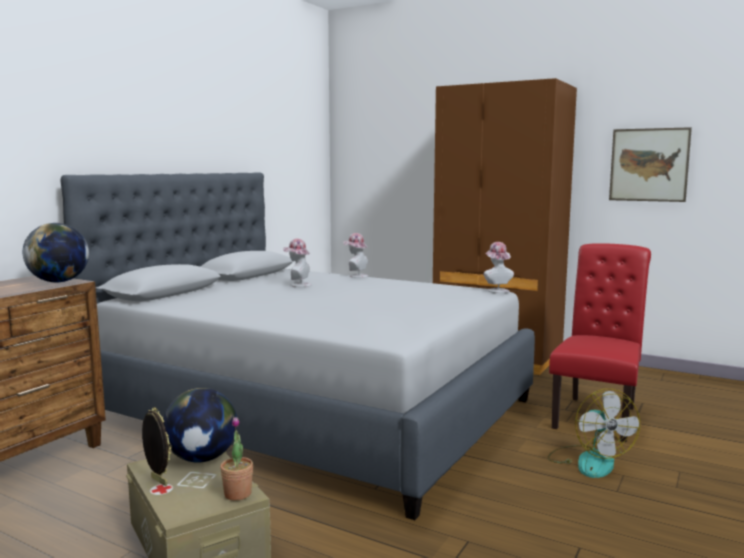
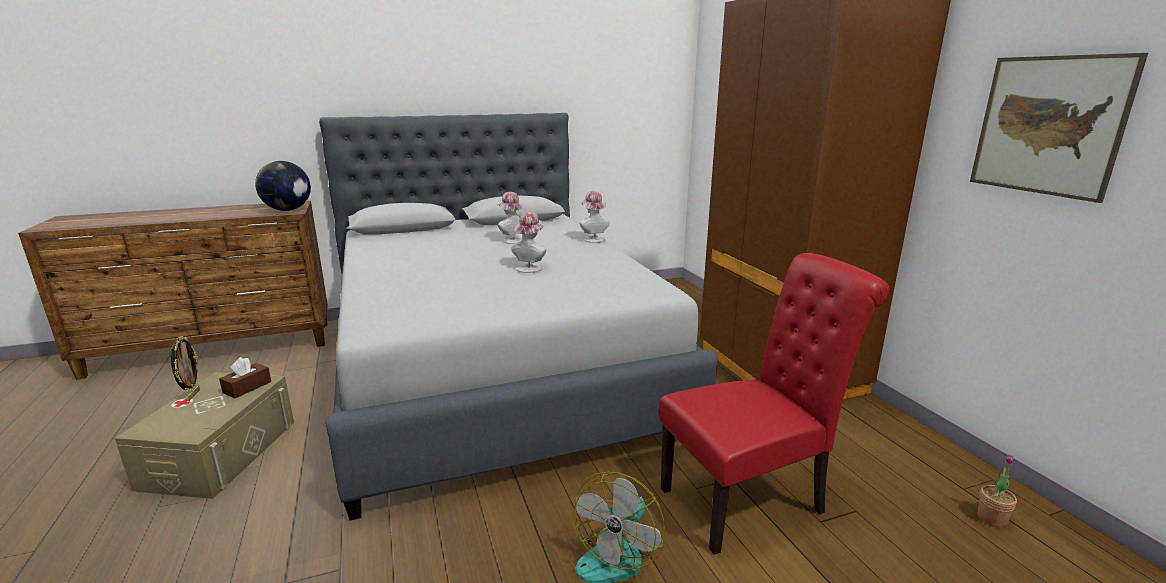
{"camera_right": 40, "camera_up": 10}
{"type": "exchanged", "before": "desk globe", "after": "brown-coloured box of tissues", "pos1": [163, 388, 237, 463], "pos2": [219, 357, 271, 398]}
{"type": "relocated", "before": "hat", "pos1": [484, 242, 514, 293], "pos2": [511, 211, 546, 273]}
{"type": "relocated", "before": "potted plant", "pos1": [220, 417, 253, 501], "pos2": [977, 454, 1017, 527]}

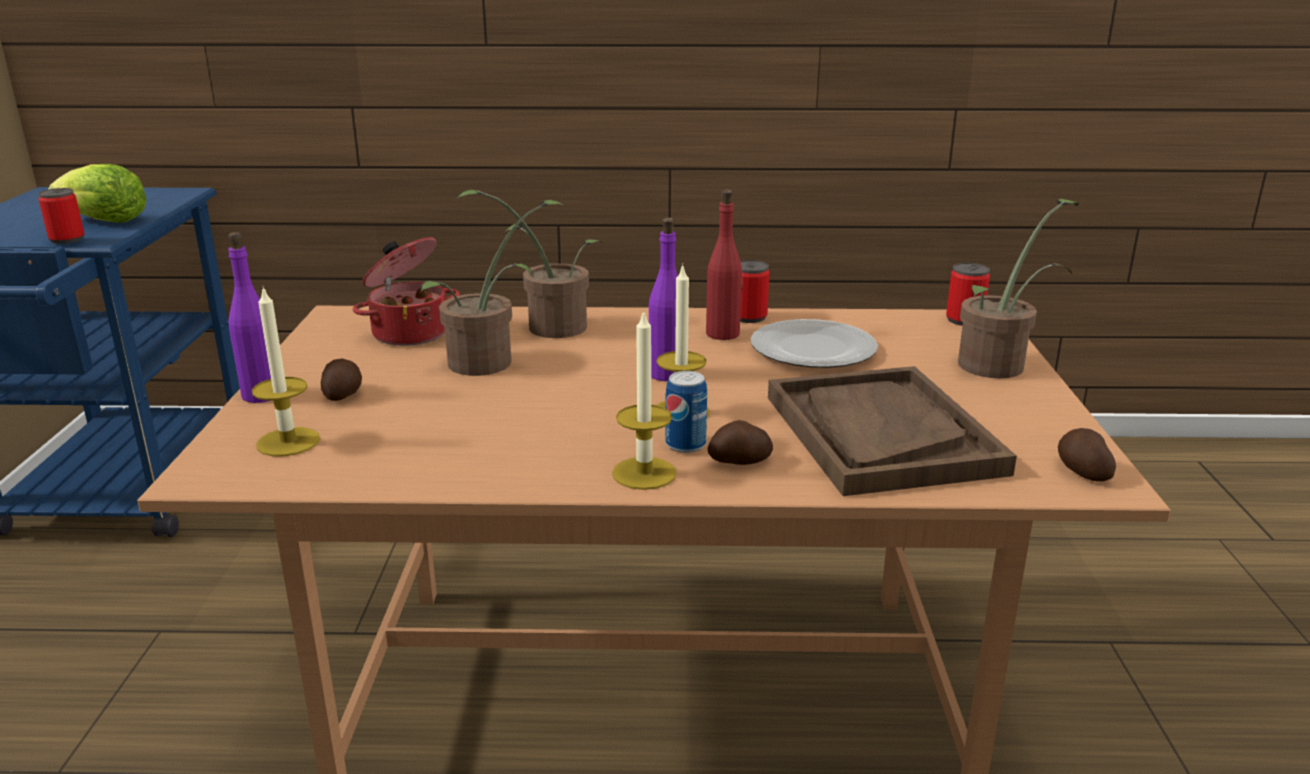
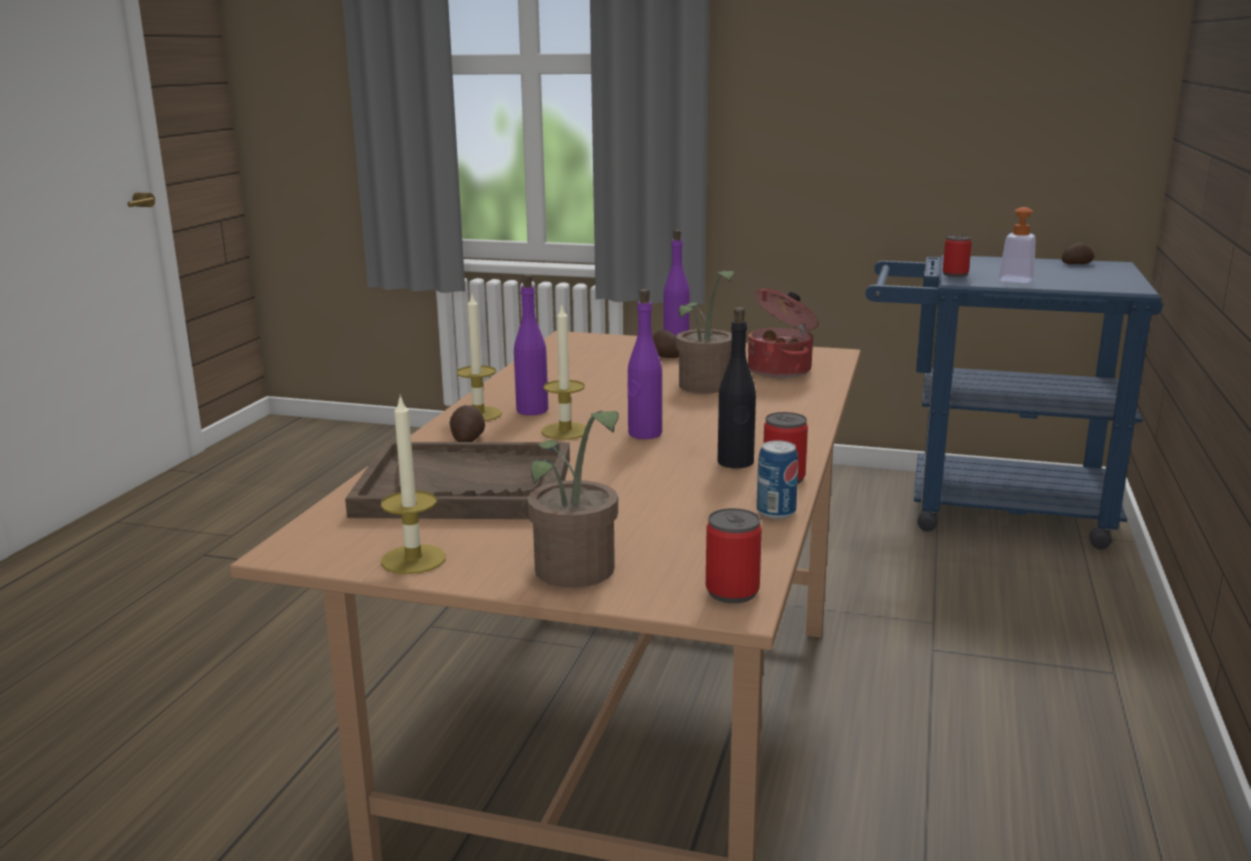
{"camera_right": 105, "camera_up": -5}
{"type": "relocated", "before": "candle", "pos1": [252, 287, 320, 456], "pos2": [381, 394, 446, 574]}
{"type": "appeared", "after": "purple-coloured drink bottle", "pos2": [514, 274, 548, 415]}
{"type": "colour", "before": "reddish drink bottle", "after": "blackish drink bottle", "pos1": [706, 190, 743, 340], "pos2": [718, 307, 756, 468]}
{"type": "relocated", "before": "sealed can", "pos1": [665, 371, 708, 453], "pos2": [757, 440, 798, 519]}
{"type": "exchanged", "before": "lettuce", "after": "soap bottle", "pos1": [48, 164, 147, 223], "pos2": [998, 207, 1036, 284]}
{"type": "relocated", "before": "potato", "pos1": [1058, 428, 1116, 482], "pos2": [1062, 242, 1094, 264]}
{"type": "missing", "before": "potted plant", "pos1": [455, 190, 603, 338]}
{"type": "missing", "before": "dinner plate", "pos1": [751, 319, 878, 368]}

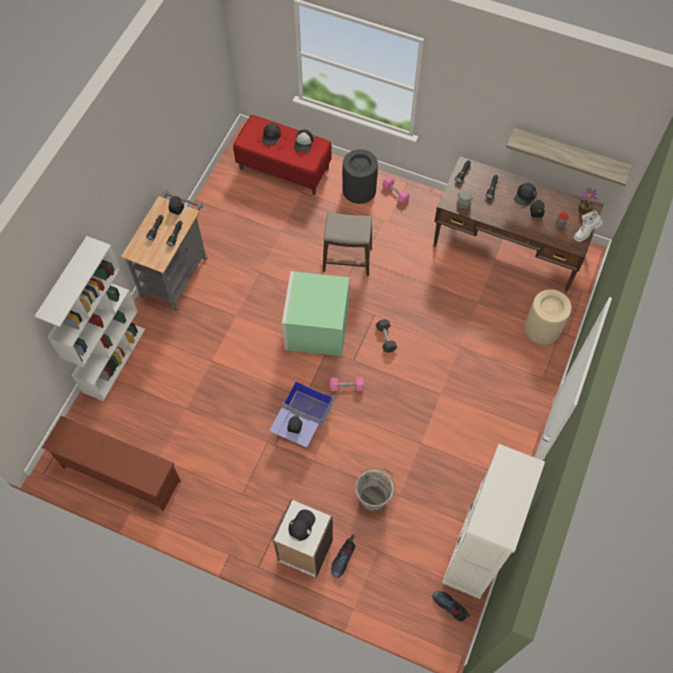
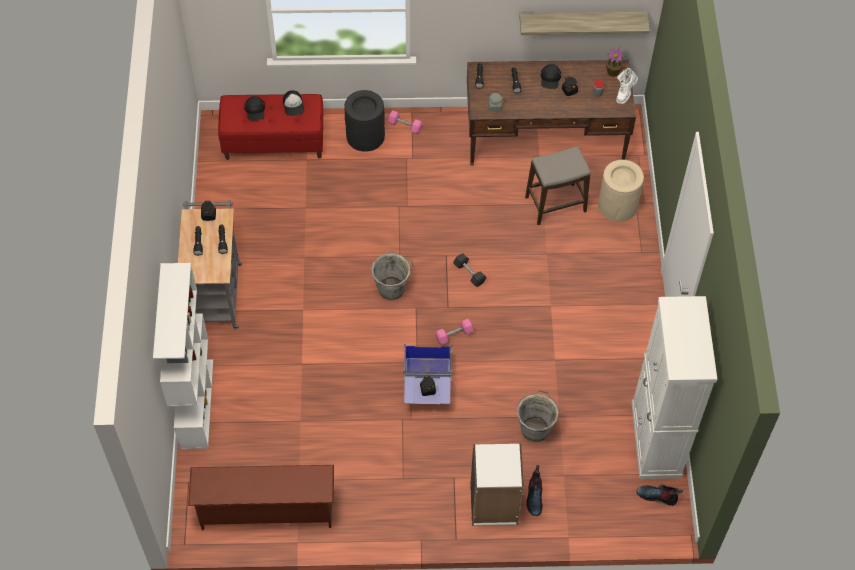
{"camera_right": -25, "camera_up": -5}
{"type": "exchanged", "before": "green storage box", "after": "grey bucket", "pos1": [282, 271, 349, 356], "pos2": [371, 252, 415, 300]}
{"type": "relocated", "before": "stool seat", "pos1": [323, 212, 372, 276], "pos2": [525, 146, 590, 225]}
{"type": "missing", "before": "blackish baseball cap", "pos1": [289, 509, 315, 541]}

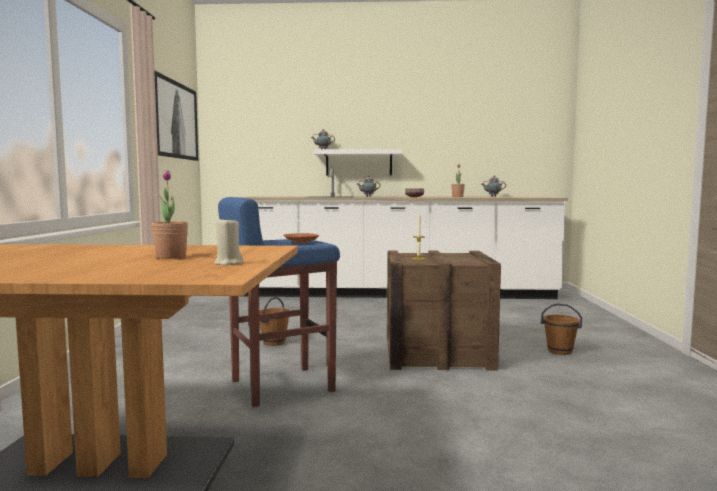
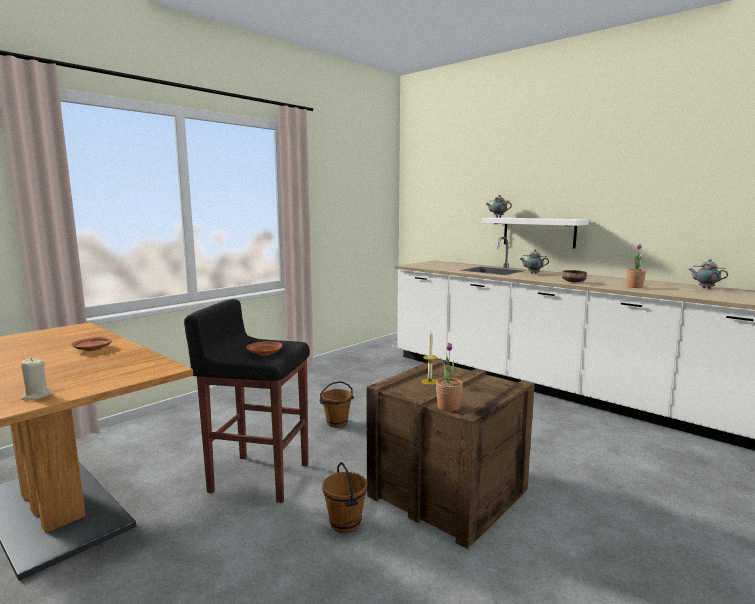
{"camera_right": 40, "camera_up": 5}
{"type": "appeared", "after": "brown-coloured dinner plate", "pos2": [71, 337, 112, 351]}
{"type": "colour", "before": "blue-coloured stool seat", "after": "blackish stool seat", "pos1": [218, 197, 340, 407], "pos2": [184, 299, 310, 503]}
{"type": "relocated", "before": "brown-coloured bucket", "pos1": [541, 304, 582, 355], "pos2": [322, 462, 367, 533]}
{"type": "relocated", "before": "potted plant", "pos1": [152, 170, 188, 259], "pos2": [436, 342, 463, 412]}
{"type": "missing", "before": "wall picture", "pos1": [154, 70, 198, 161]}

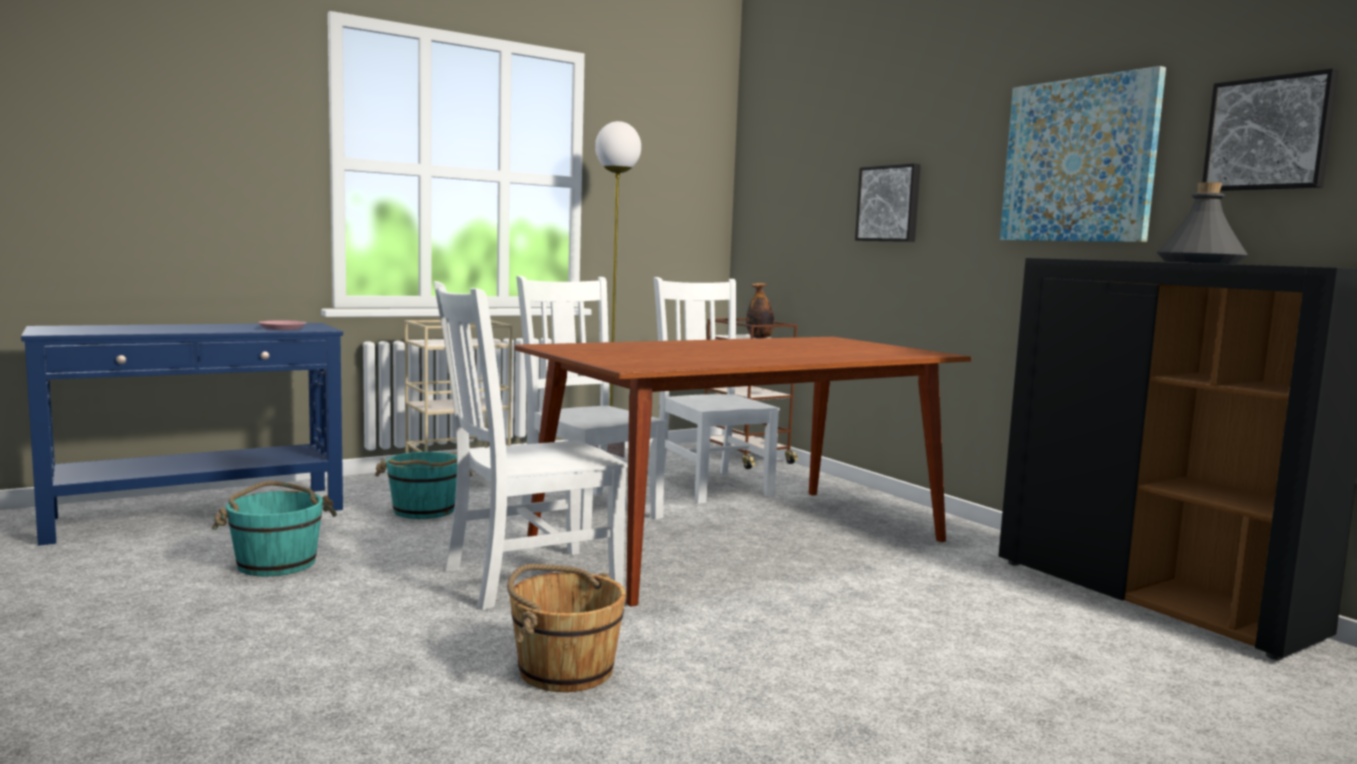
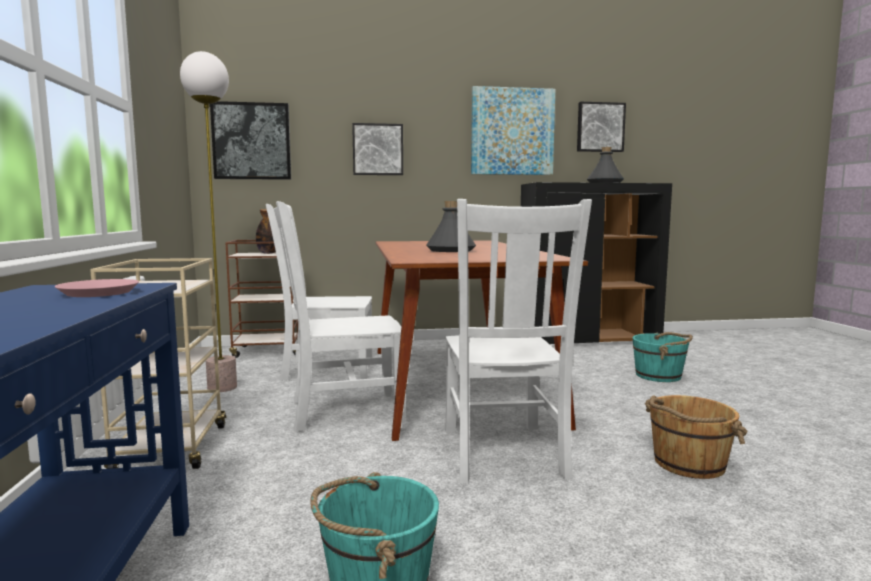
{"camera_right": -65, "camera_up": 0}
{"type": "appeared", "after": "wall picture", "pos2": [210, 101, 291, 180]}
{"type": "appeared", "after": "grey drink bottle", "pos2": [426, 201, 476, 252]}
{"type": "relocated", "before": "blue-green bucket", "pos1": [375, 452, 472, 519], "pos2": [632, 332, 693, 382]}

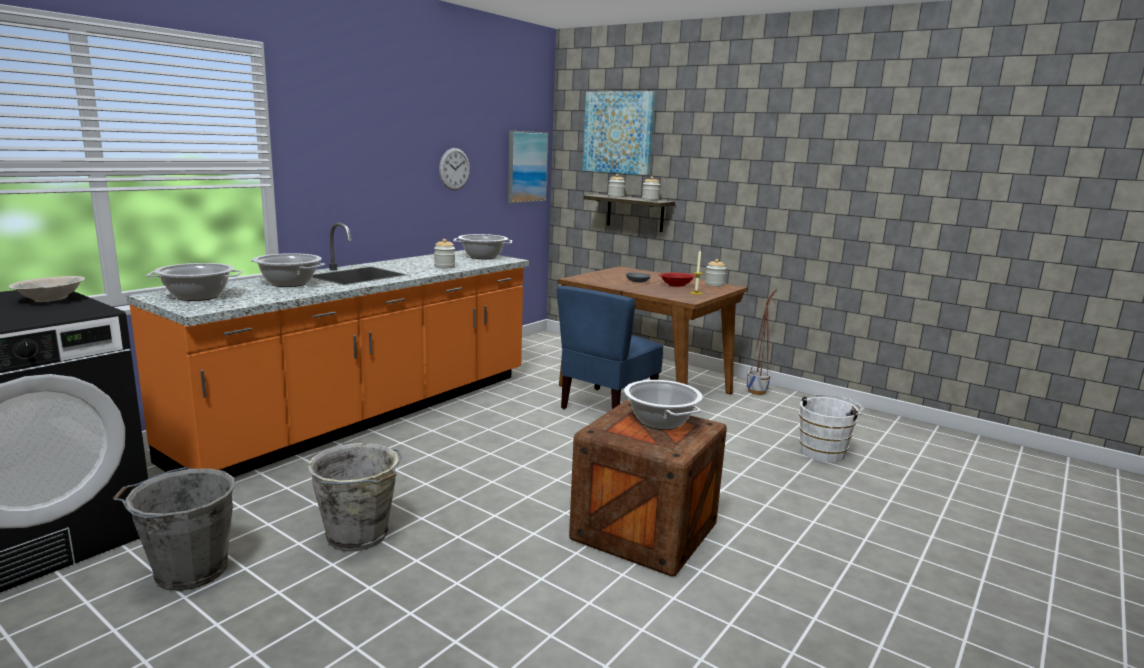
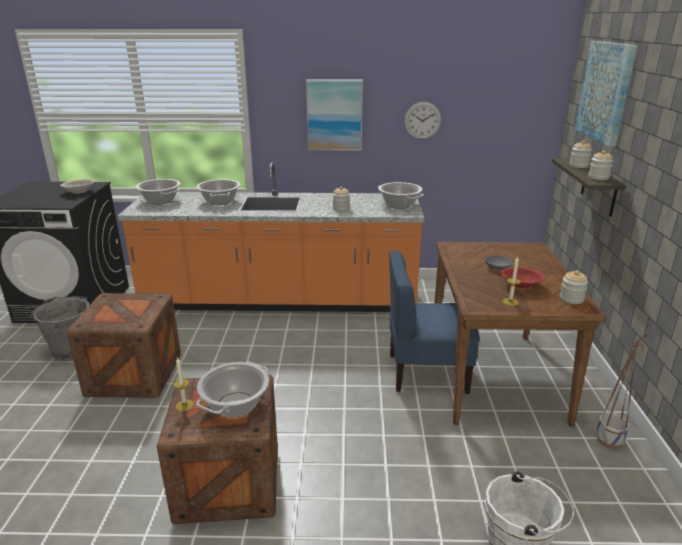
{"camera_right": 55, "camera_up": 10}
{"type": "exchanged", "before": "grey bucket", "after": "packing crate", "pos1": [307, 443, 402, 552], "pos2": [67, 293, 181, 398]}
{"type": "appeared", "after": "candle", "pos2": [174, 357, 194, 411]}
{"type": "relocated", "before": "wall picture", "pos1": [508, 131, 549, 203], "pos2": [306, 79, 363, 151]}

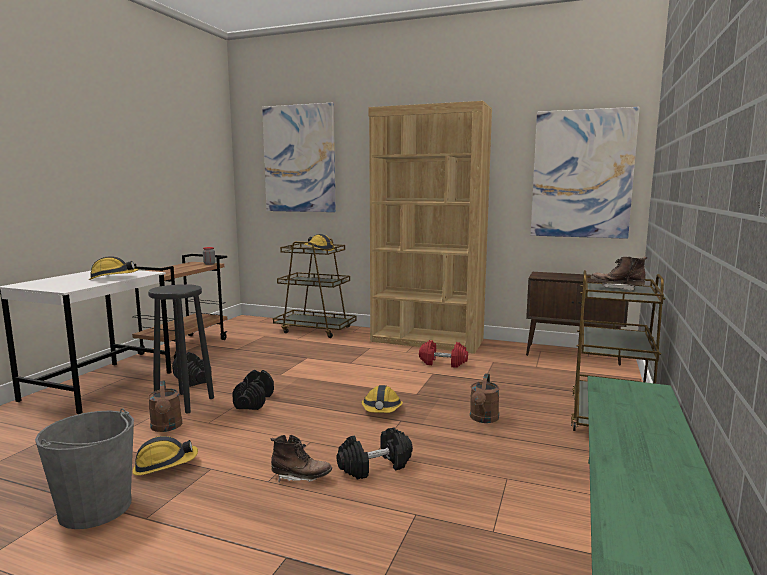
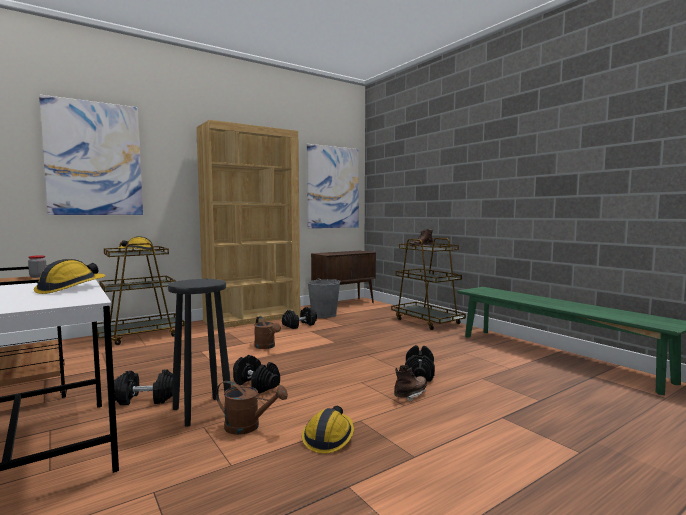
{"camera_right": -55, "camera_up": -5}
{"type": "relocated", "before": "brown-coloured watering pot", "pos1": [470, 373, 500, 423], "pos2": [254, 316, 281, 349]}
{"type": "colour", "before": "reddish free weight", "after": "blackish free weight", "pos1": [419, 340, 468, 368], "pos2": [282, 307, 317, 329]}
{"type": "relocated", "before": "grey bucket", "pos1": [35, 408, 134, 529], "pos2": [308, 278, 340, 318]}
{"type": "missing", "before": "work helmet", "pos1": [361, 385, 403, 413]}

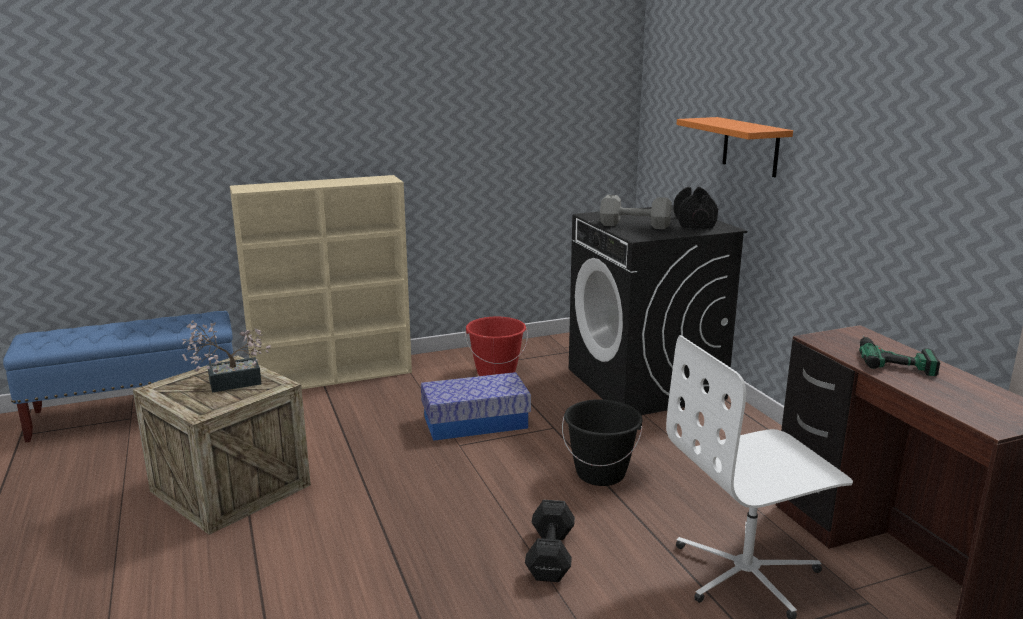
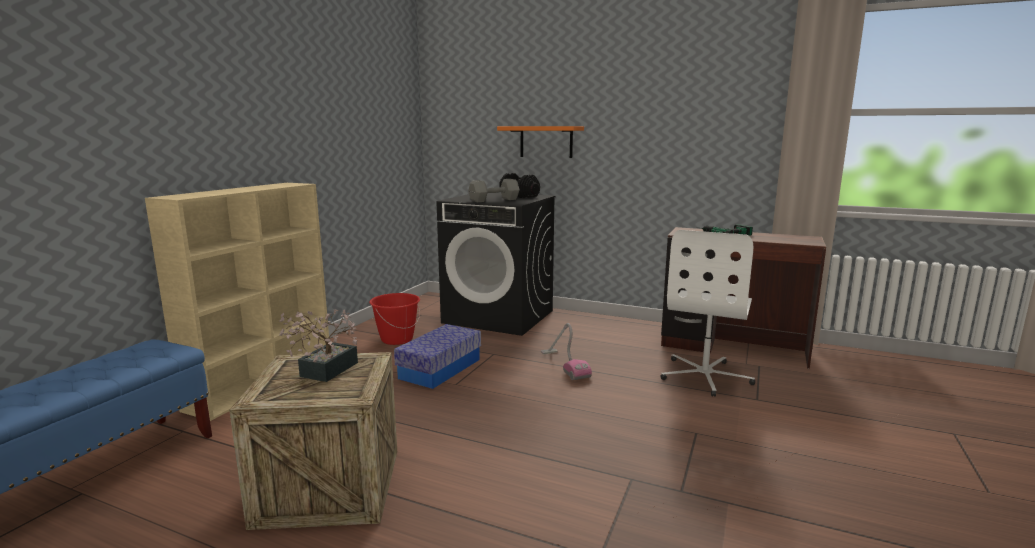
{"camera_right": -45, "camera_up": -5}
{"type": "exchanged", "before": "blackish bucket", "after": "vacuum", "pos1": [562, 399, 643, 486], "pos2": [541, 323, 592, 380]}
{"type": "missing", "before": "blackish free weight", "pos1": [525, 500, 575, 582]}

